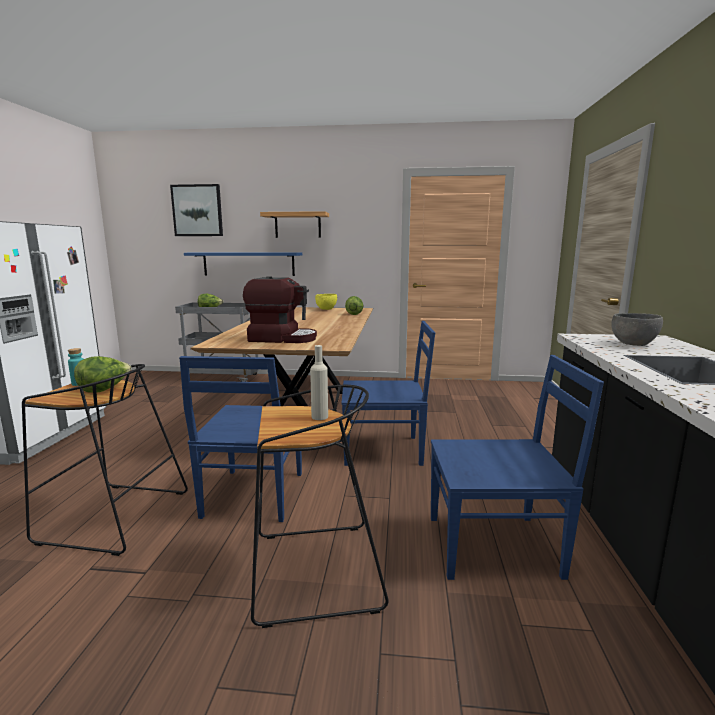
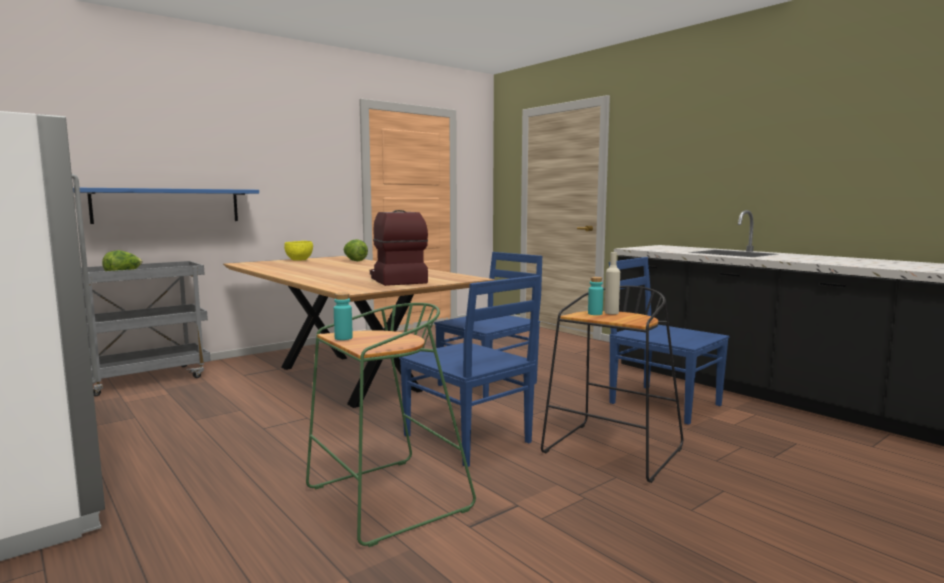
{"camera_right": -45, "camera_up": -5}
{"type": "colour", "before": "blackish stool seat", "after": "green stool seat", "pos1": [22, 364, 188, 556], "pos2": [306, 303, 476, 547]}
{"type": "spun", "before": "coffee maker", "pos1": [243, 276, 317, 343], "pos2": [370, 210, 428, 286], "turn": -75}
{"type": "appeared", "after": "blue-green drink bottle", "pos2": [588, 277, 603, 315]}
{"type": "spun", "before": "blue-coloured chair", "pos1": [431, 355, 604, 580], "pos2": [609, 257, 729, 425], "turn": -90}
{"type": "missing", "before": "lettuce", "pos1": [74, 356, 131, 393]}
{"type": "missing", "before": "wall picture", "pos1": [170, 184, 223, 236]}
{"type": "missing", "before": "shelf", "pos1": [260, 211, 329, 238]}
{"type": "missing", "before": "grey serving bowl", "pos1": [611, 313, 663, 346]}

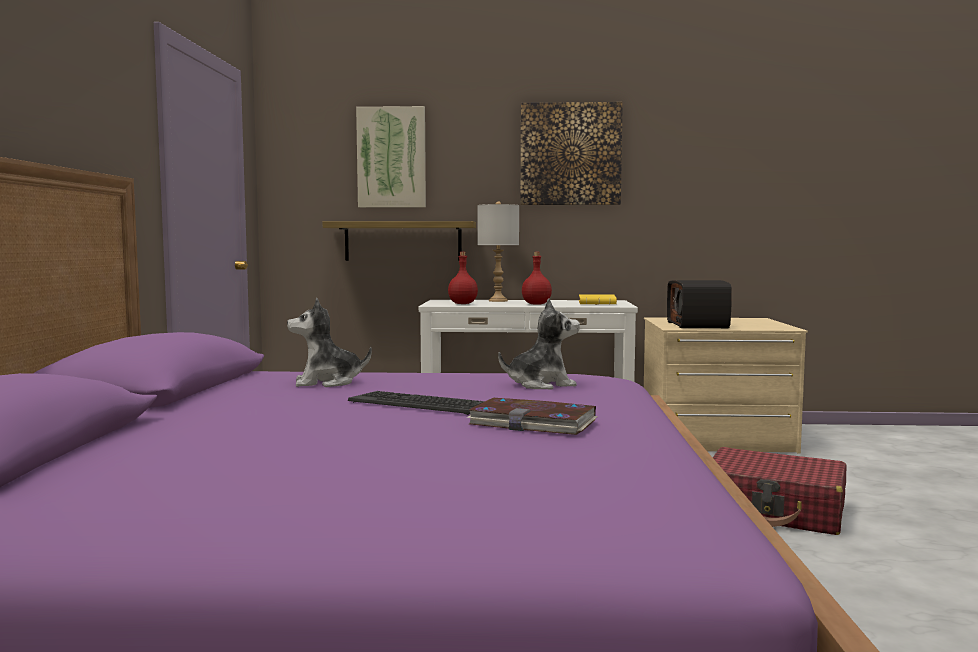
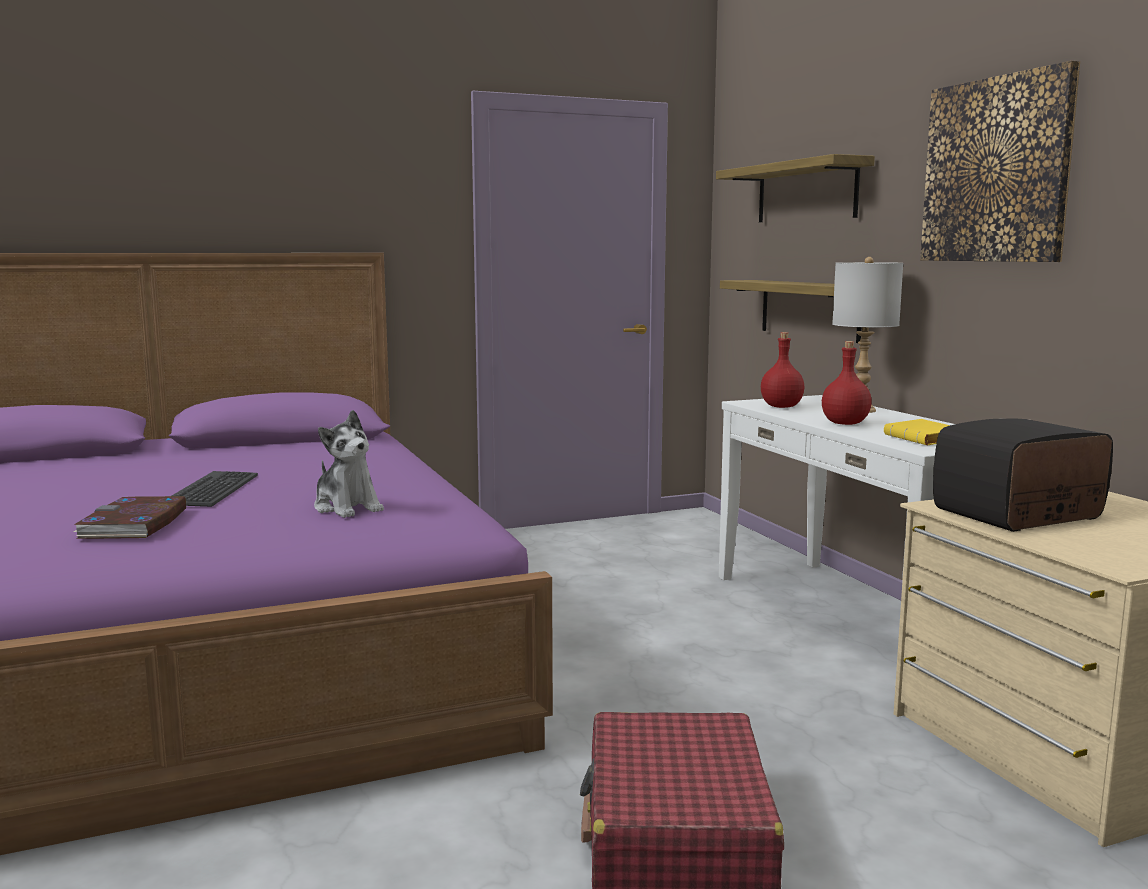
{"camera_right": 65, "camera_up": 5}
{"type": "exchanged", "before": "wall picture", "after": "shelf", "pos1": [356, 106, 426, 208], "pos2": [716, 154, 875, 222]}
{"type": "missing", "before": "soft toy", "pos1": [287, 297, 372, 387]}

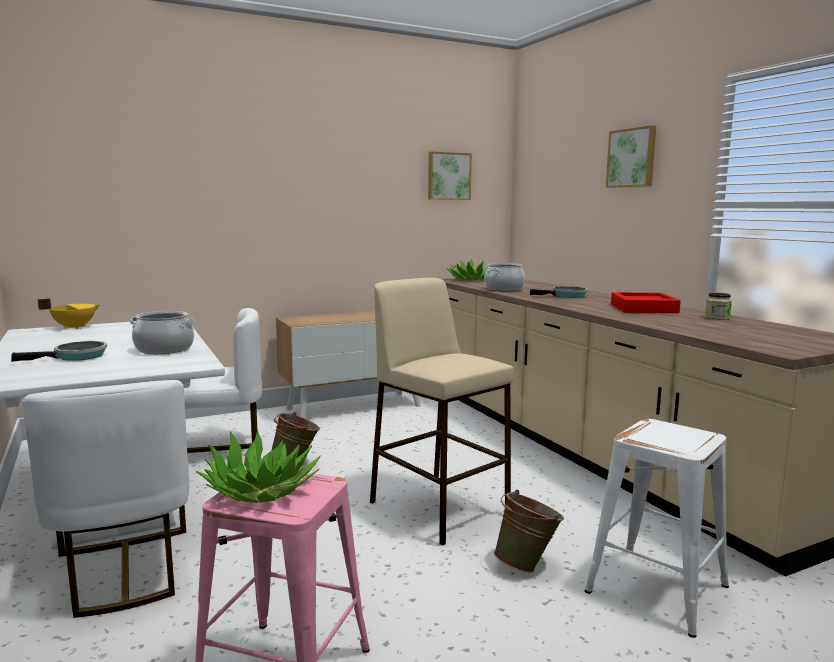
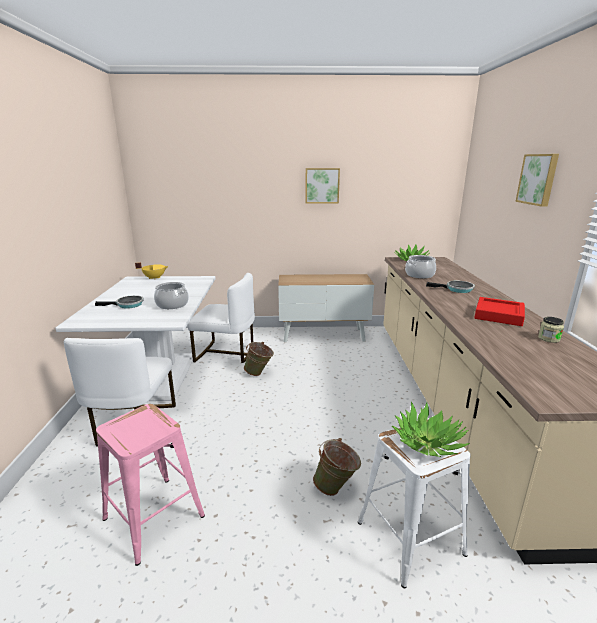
{"camera_right": 25, "camera_up": 10}
{"type": "relocated", "before": "wall picture", "pos1": [428, 151, 472, 200], "pos2": [305, 168, 340, 204]}
{"type": "relocated", "before": "potted plant", "pos1": [196, 430, 321, 503], "pos2": [392, 402, 470, 457]}
{"type": "missing", "before": "beige-coloured stool seat", "pos1": [370, 278, 514, 546]}

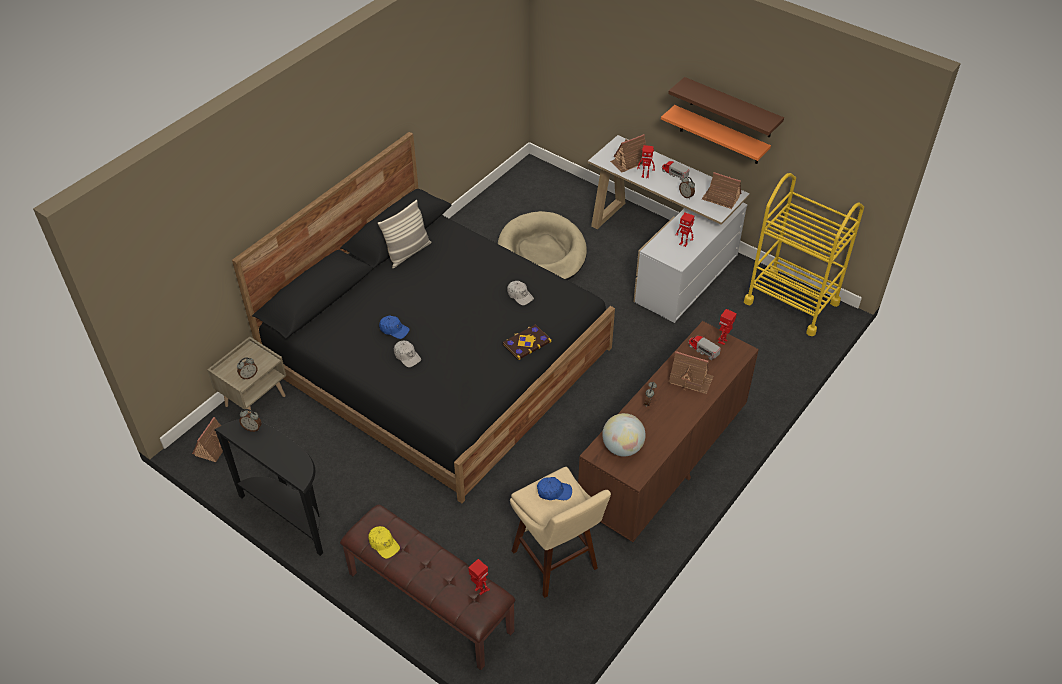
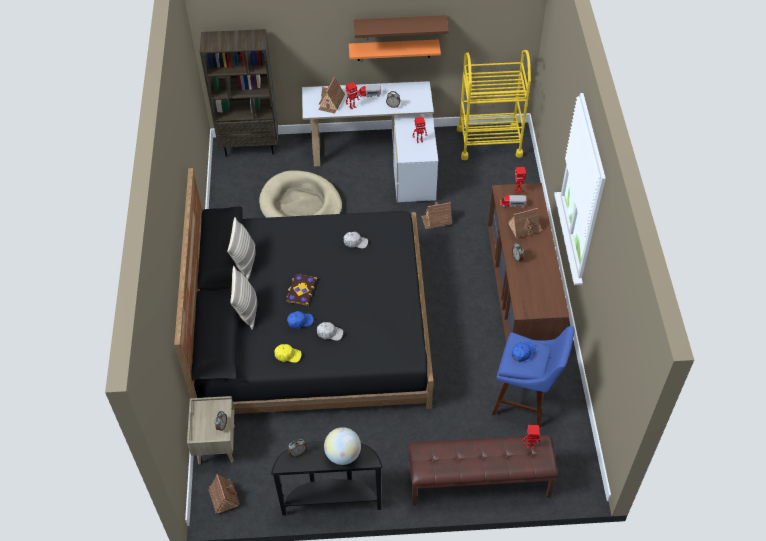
{"camera_right": -40, "camera_up": 5}
{"type": "appeared", "after": "brown-coloured bookshelf", "pos2": [200, 29, 278, 157]}
{"type": "appeared", "after": "cushion", "pos2": [230, 266, 257, 329]}
{"type": "relocated", "before": "yellow baseball cap", "pos1": [368, 526, 400, 559], "pos2": [274, 344, 302, 363]}
{"type": "relocated", "before": "book", "pos1": [503, 324, 552, 360], "pos2": [286, 274, 317, 306]}
{"type": "relocated", "before": "desk globe", "pos1": [602, 413, 646, 457], "pos2": [324, 427, 361, 465]}
{"type": "relocated", "before": "toy house", "pos1": [702, 172, 741, 209], "pos2": [421, 202, 452, 229]}
{"type": "colour", "before": "beige-coloured stool seat", "after": "blue-coloured stool seat", "pos1": [510, 467, 611, 598], "pos2": [492, 326, 575, 427]}

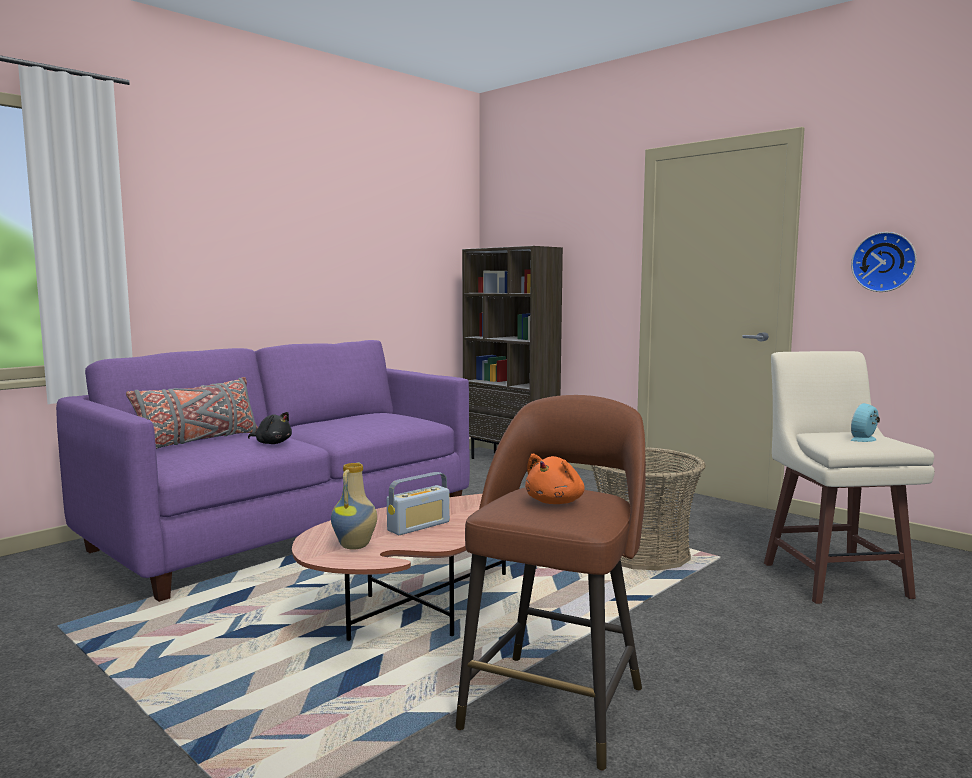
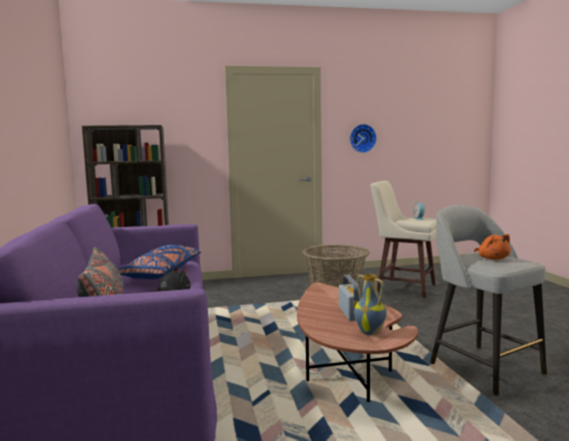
{"camera_right": -55, "camera_up": 0}
{"type": "appeared", "after": "blue-coloured cushion", "pos2": [118, 245, 201, 279]}
{"type": "colour", "before": "brown-coloured stool seat", "after": "grey stool seat", "pos1": [455, 395, 646, 770], "pos2": [430, 205, 547, 396]}

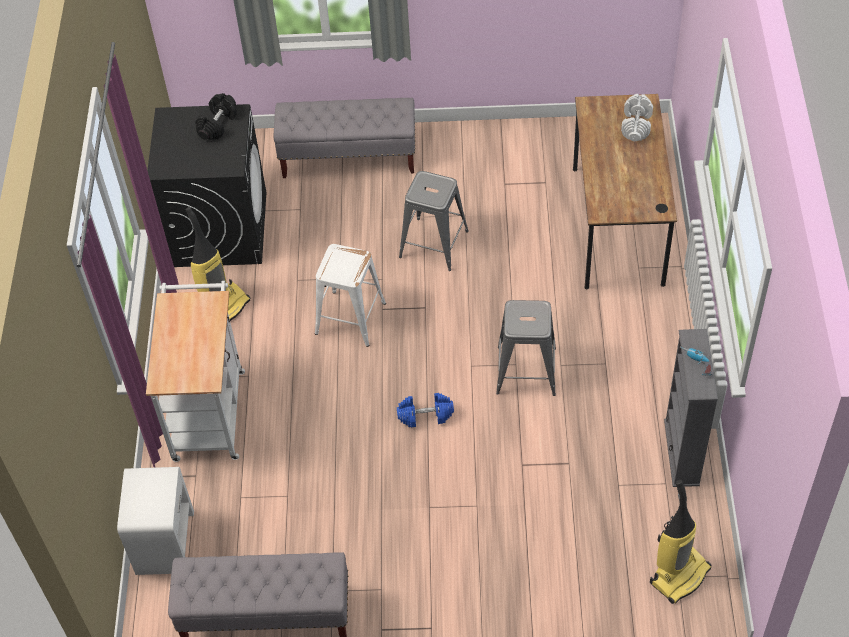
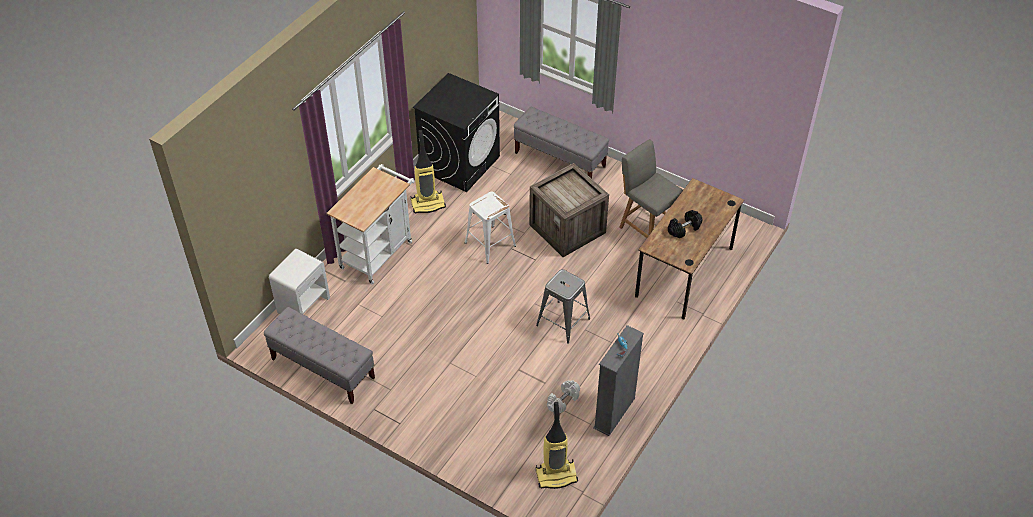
{"camera_right": 30, "camera_up": -5}
{"type": "exchanged", "before": "grey stool seat", "after": "packing crate", "pos1": [399, 171, 469, 271], "pos2": [529, 163, 609, 257]}
{"type": "relocated", "before": "whitish free weight", "pos1": [621, 94, 653, 141], "pos2": [547, 380, 580, 413]}
{"type": "appeared", "after": "grey chair", "pos2": [619, 139, 683, 238]}
{"type": "relocated", "before": "blackish free weight", "pos1": [195, 93, 237, 140], "pos2": [668, 210, 703, 238]}
{"type": "missing", "before": "blue-coloured free weight", "pos1": [397, 393, 454, 427]}

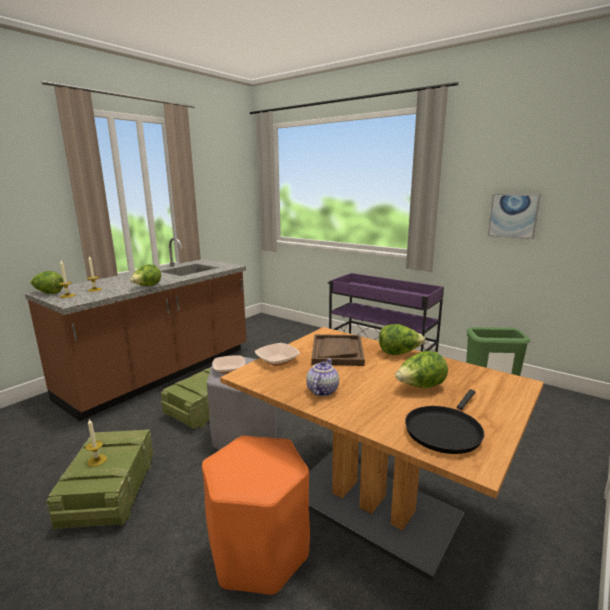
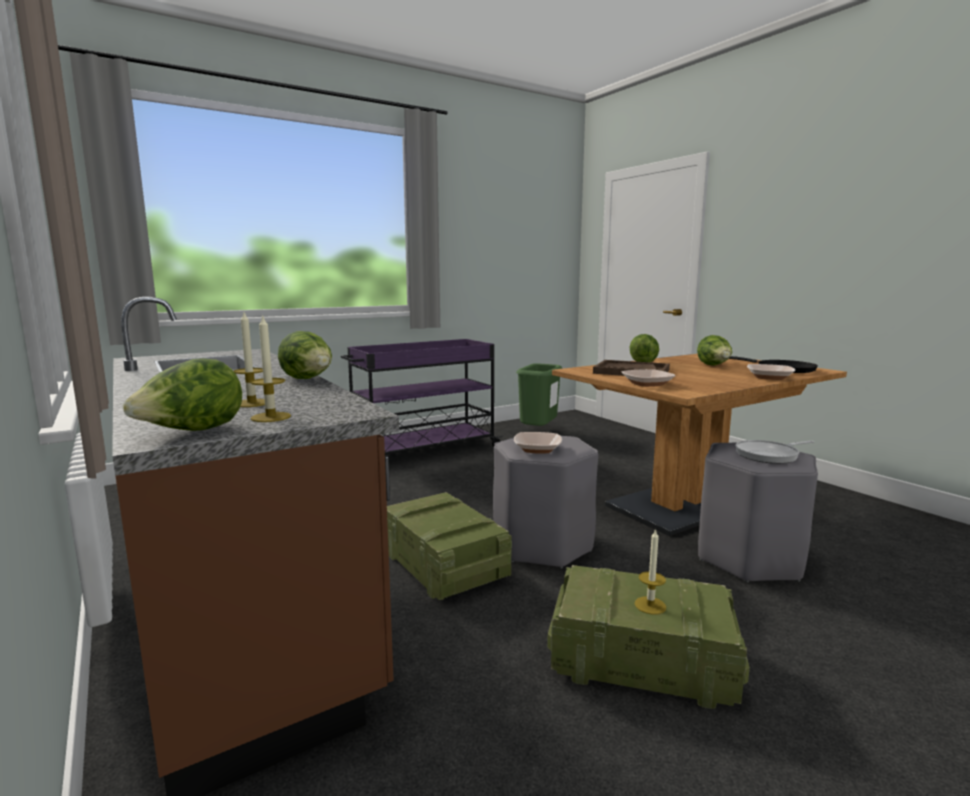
{"camera_right": -70, "camera_up": -5}
{"type": "colour", "before": "orange stool seat", "after": "grey stool seat", "pos1": [202, 436, 310, 596], "pos2": [698, 443, 818, 582]}
{"type": "appeared", "after": "pan", "pos2": [736, 440, 815, 464]}
{"type": "appeared", "after": "serving bowl", "pos2": [747, 364, 795, 380]}
{"type": "missing", "before": "tea pot", "pos1": [306, 359, 339, 396]}
{"type": "missing", "before": "wall picture", "pos1": [488, 194, 541, 239]}

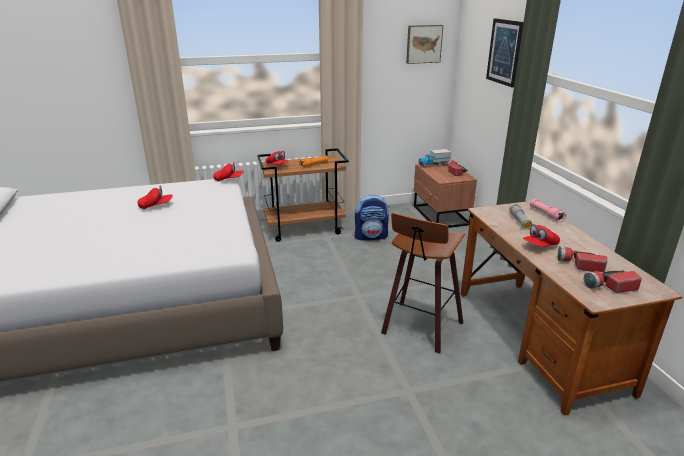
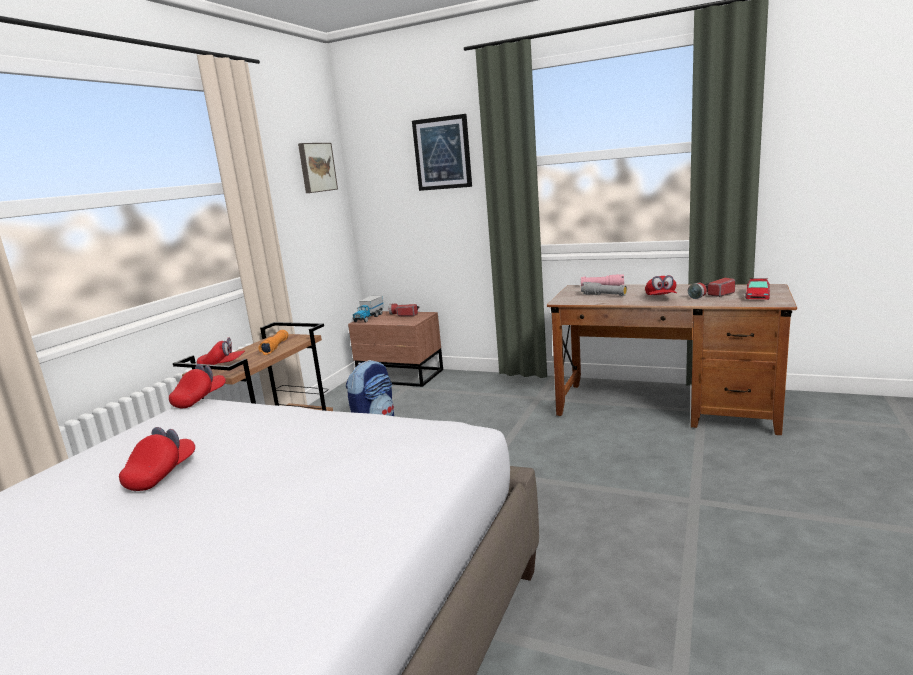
{"camera_right": -50, "camera_up": -10}
{"type": "exchanged", "before": "flashlight", "after": "toy car", "pos1": [583, 270, 642, 293], "pos2": [745, 278, 770, 300]}
{"type": "missing", "before": "stool seat", "pos1": [381, 213, 465, 354]}

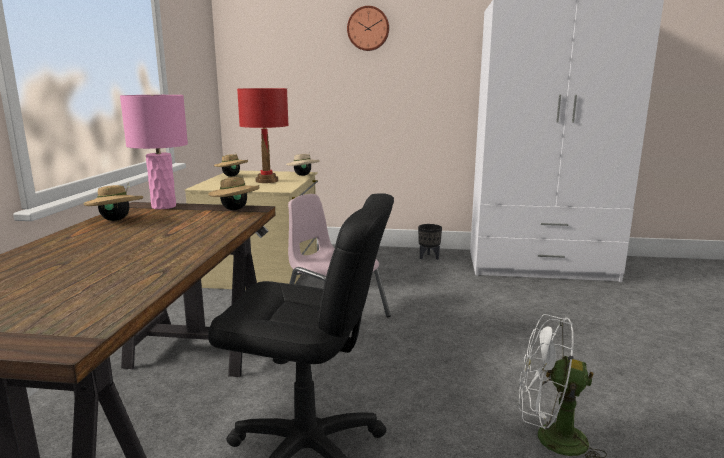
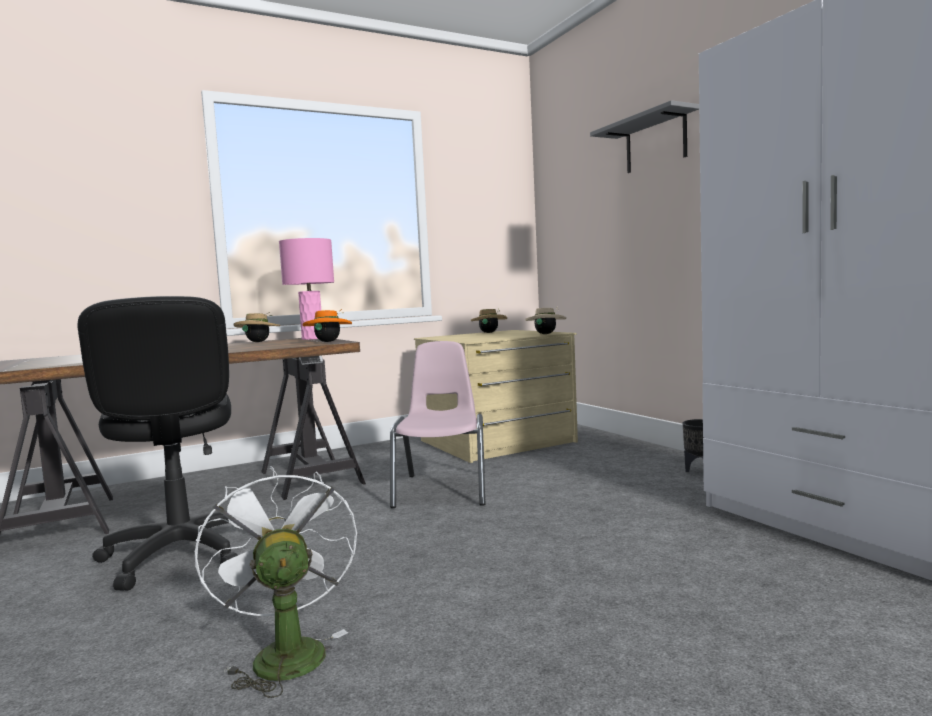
{"camera_right": 55, "camera_up": -10}
{"type": "colour", "before": "beige-coloured hat", "after": "orange hat", "pos1": [208, 176, 259, 210], "pos2": [302, 309, 352, 342]}
{"type": "exchanged", "before": "clock on the wall", "after": "grey shelf", "pos1": [347, 6, 389, 51], "pos2": [590, 100, 699, 173]}
{"type": "missing", "before": "reddish table lamp", "pos1": [237, 88, 289, 183]}

